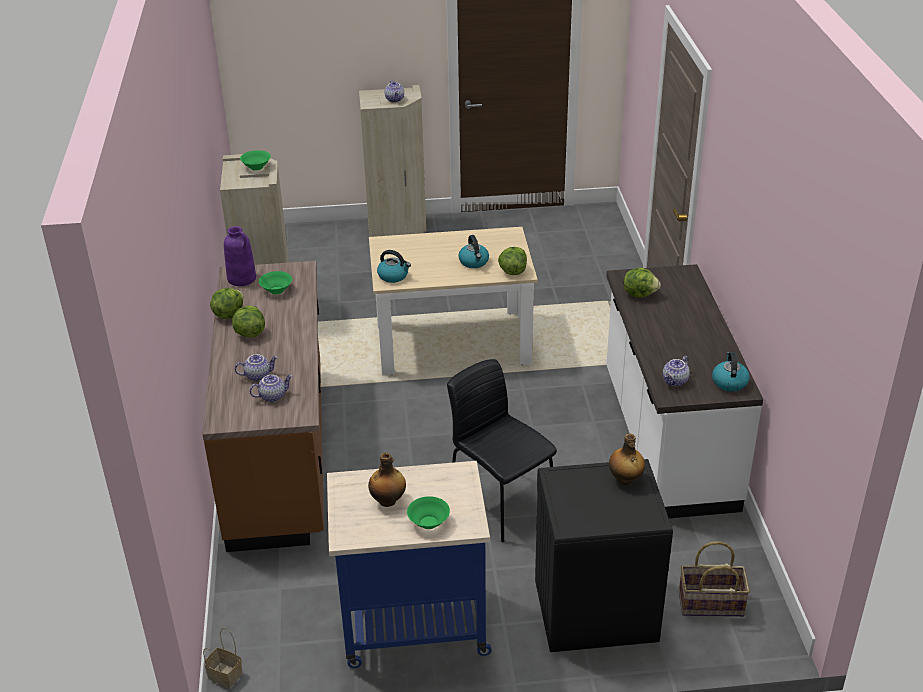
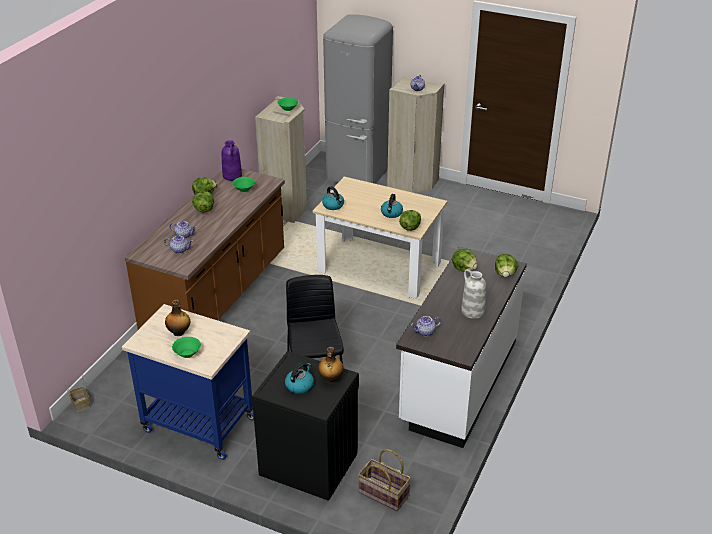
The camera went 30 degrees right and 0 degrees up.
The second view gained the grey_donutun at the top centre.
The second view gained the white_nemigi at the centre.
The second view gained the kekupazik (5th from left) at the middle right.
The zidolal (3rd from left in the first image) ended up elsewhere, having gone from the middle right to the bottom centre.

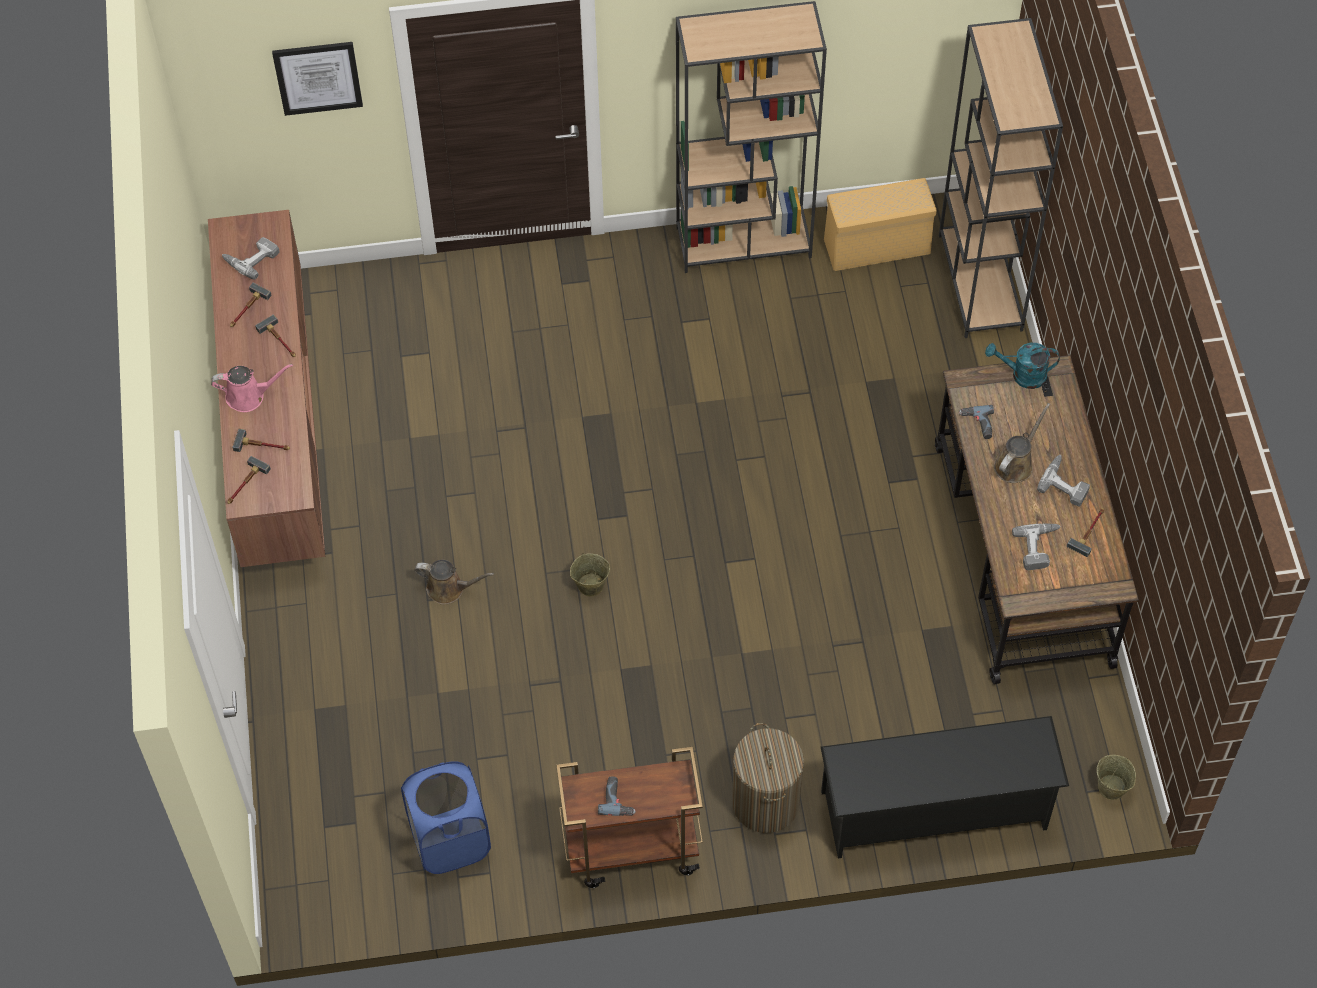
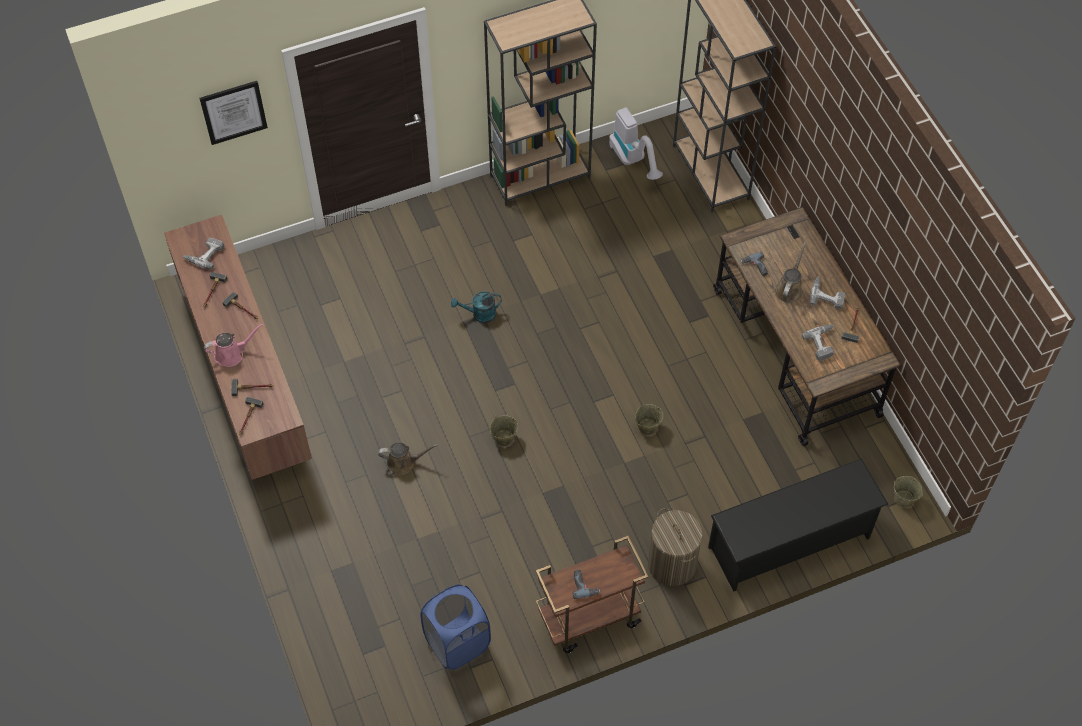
The camera went 15 degrees left and 0 degrees up.
The second view gained the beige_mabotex (2nd from left) at the centre.
The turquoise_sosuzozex ended up elsewhere, having gone from the middle right to the centre.
Where the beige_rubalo stood at the top right, the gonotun came to stand at the top centre.

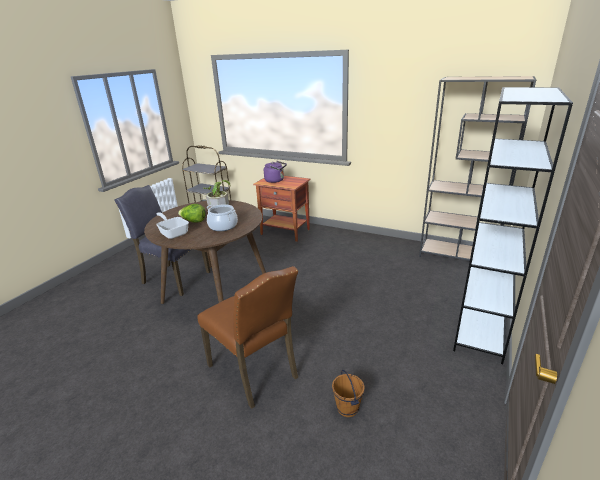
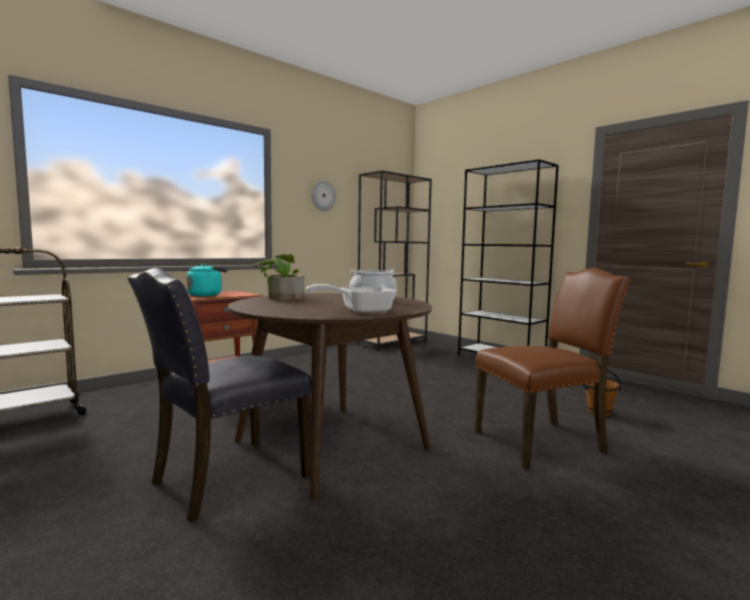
The camera went 70 degrees left and 20 degrees down.
The second view lost the kekupazik at the middle left.
The second view gained the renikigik at the top centre.
What was the purple_zidolal at the centre turned into the turquoise_zidolal at the middle left.

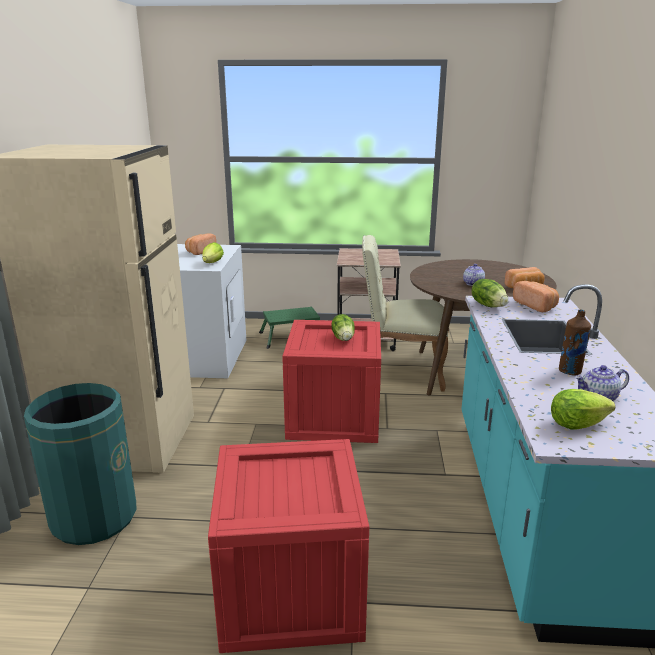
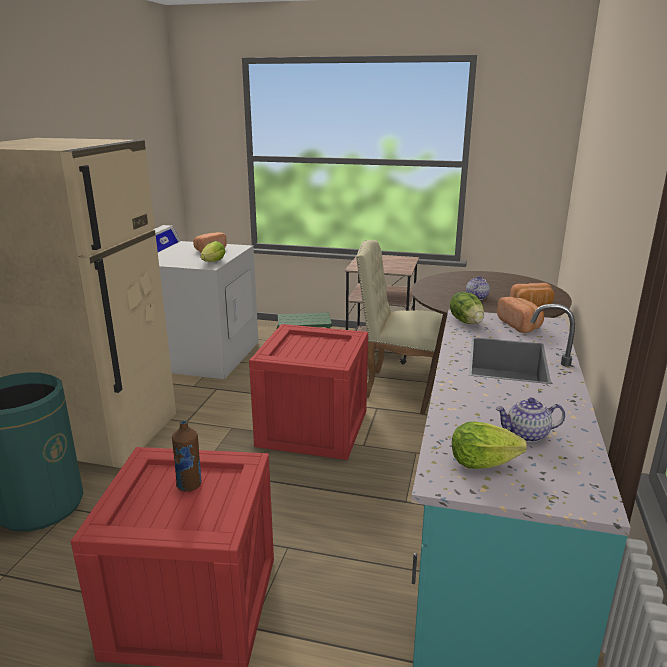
The camera went 10 degrees right and 0 degrees up.
The second view lost the kekupazik (2nd from left) at the centre.
The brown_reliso ended up elsewhere, having gone from the middle right to the bottom left.

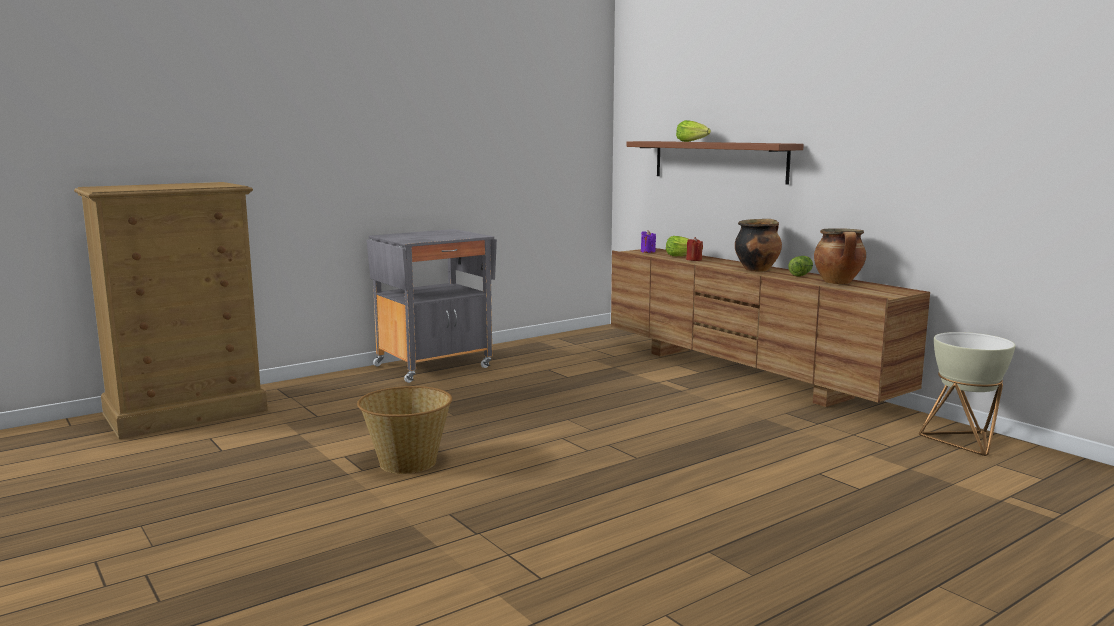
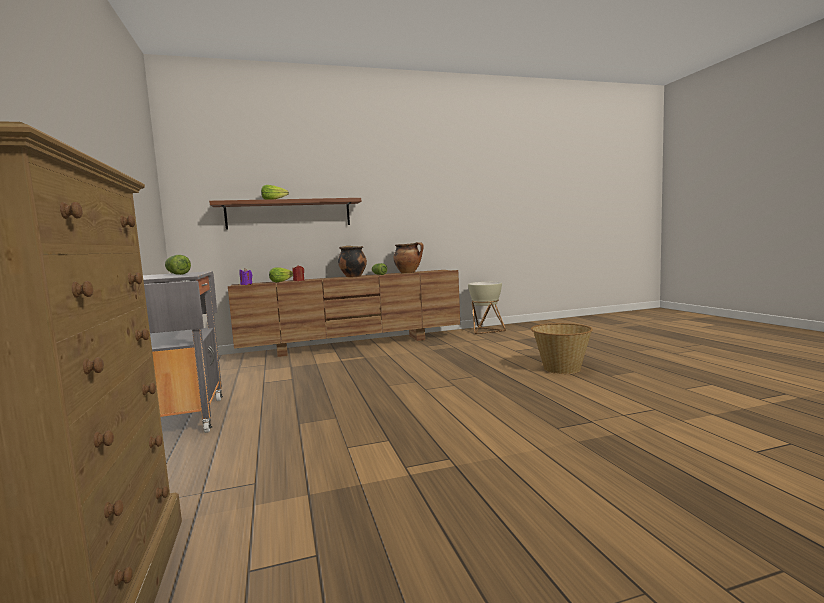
The camera went 70 degrees left and 5 degrees down.
The second view gained the kekupazik (1st from left) at the middle left.
The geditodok ended up elsewhere, having gone from the bottom centre to the middle right.

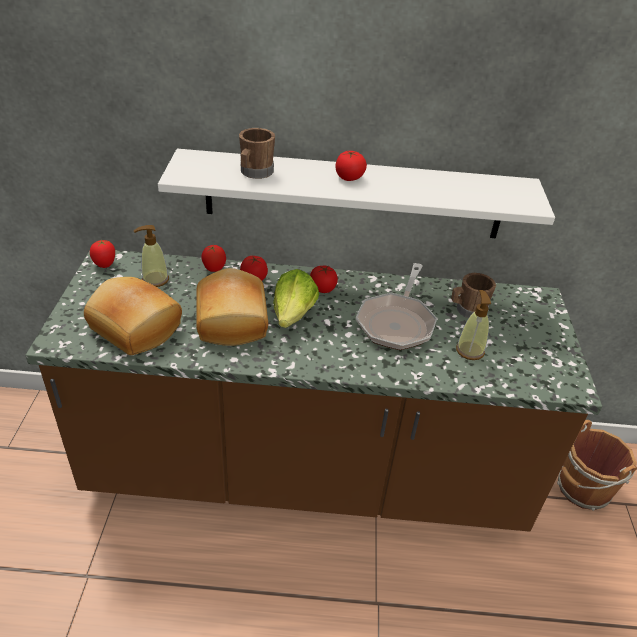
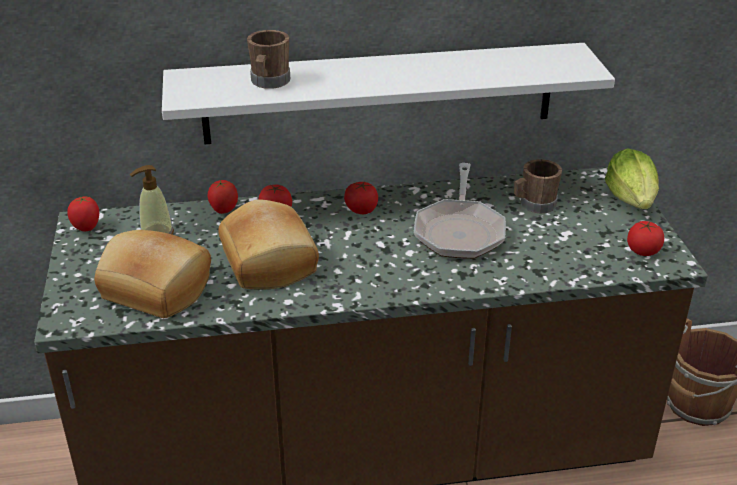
The camera went 10 degrees left and 5 degrees down.
The second view lost the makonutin (2nd from left) at the middle right.
The kekupazik ended up elsewhere, having gone from the centre to the middle right.
The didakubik (5th from left) ended up elsewhere, having gone from the top centre to the middle right.

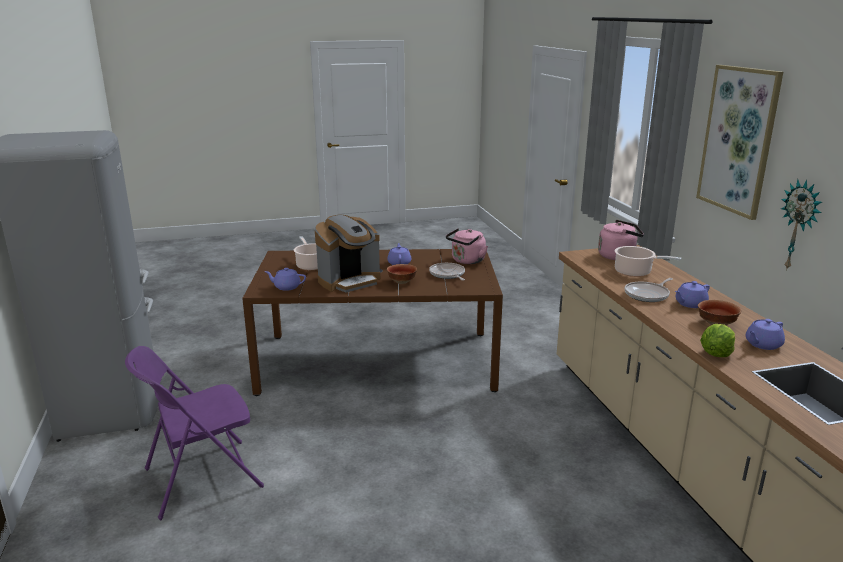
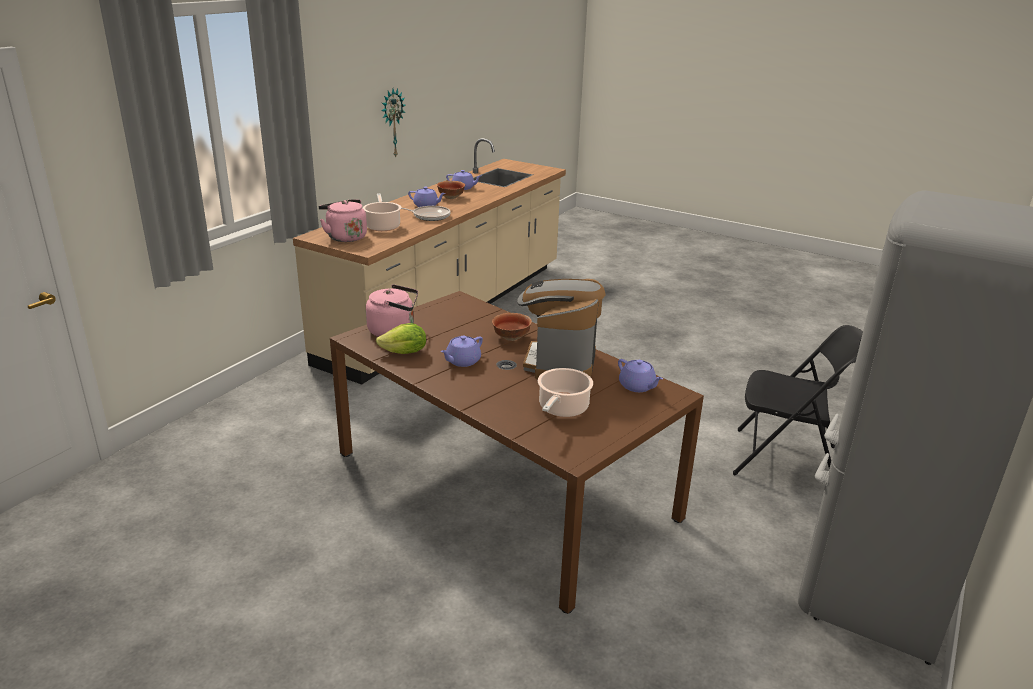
The camera went 135 degrees left and 5 degrees up.
The second view lost the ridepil (1st from left) at the centre.
The second view lost the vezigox at the top right.
The kekupazik ended up elsewhere, having gone from the middle right to the centre.
What was the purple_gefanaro at the bottom left turned into the black_gefanaro at the middle right.
The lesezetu at the centre ended up facing another way, 90 degrees counterclockwise from before.

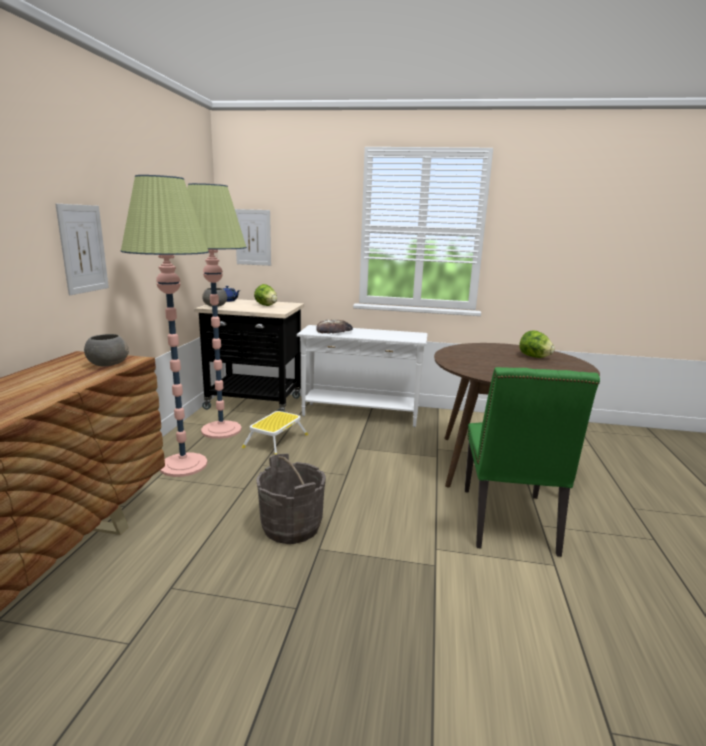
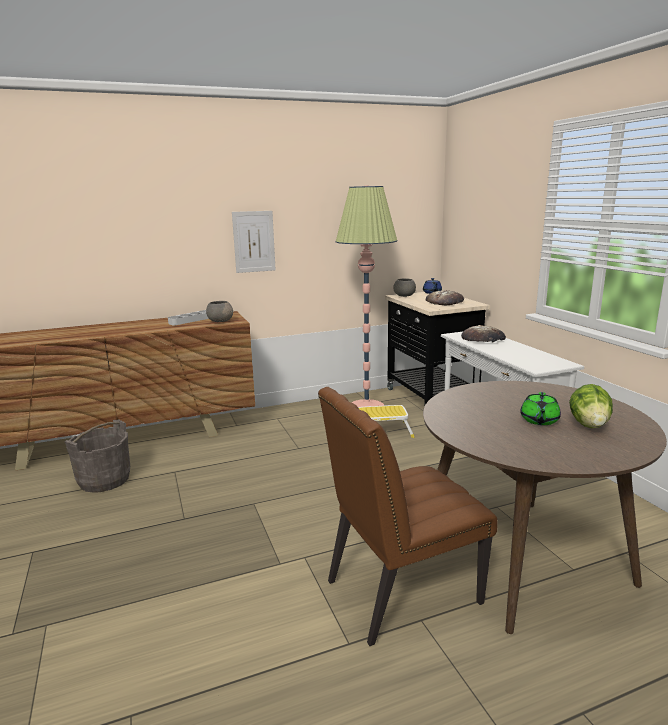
The camera went 60 degrees right and 0 degrees up.
The second view lost the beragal (1st from left) at the middle left.
The second view lost the vezigox (2nd from left) at the top centre.
The second view gained the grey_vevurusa at the middle left.
The second view gained the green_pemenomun at the middle right.
The grey_mabotex ended up elsewhere, having gone from the bottom centre to the middle left.
Where the kekupazik (1st from left) stood at the centre, the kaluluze (1st from left) came to stand at the centre.
What was the green_gefanaro at the middle right turned into the brown_gefanaro at the bottom centre.

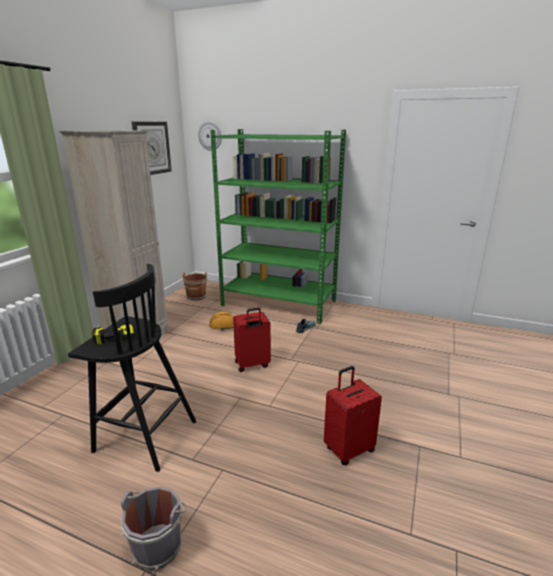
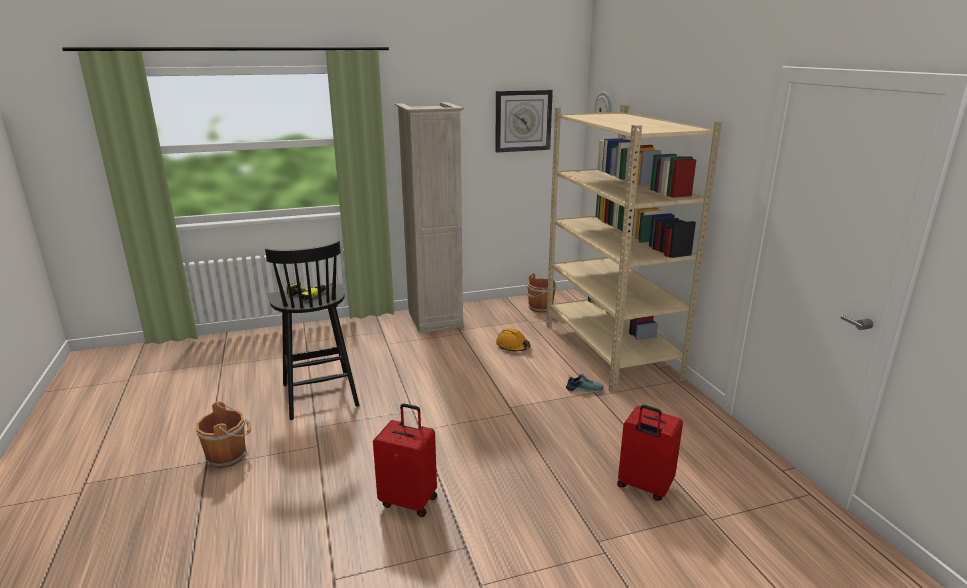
The camera went 50 degrees right and 0 degrees up.
The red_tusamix (1st from left in the first image) ended up elsewhere, having gone from the centre to the bottom right.
What was the grey_mabotex at the bottom left turned into the brown_mabotex (1st from left) at the bottom left.
What was the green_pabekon at the centre turned into the beige_pabekon at the centre.

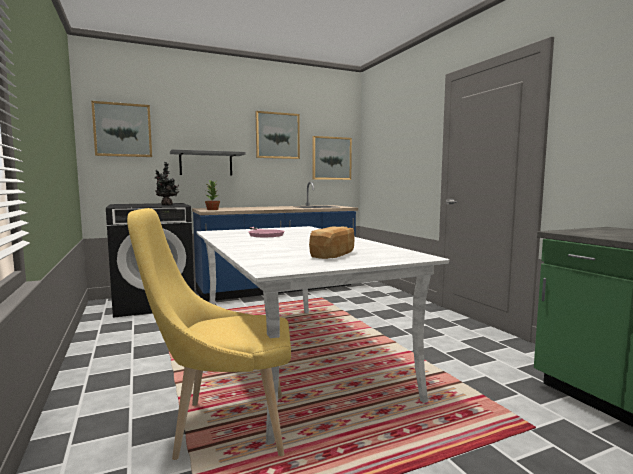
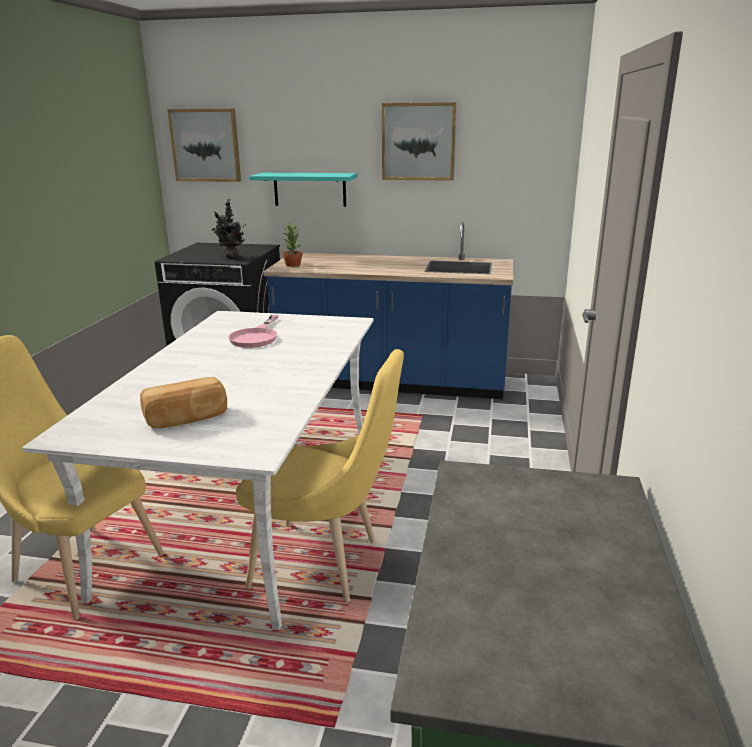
The camera went 35 degrees right and 15 degrees up.
The second view lost the vezigox (3rd from left) at the centre.
The second view gained the yellow_gefanaro (2nd from left) at the centre.
What was the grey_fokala at the middle left turned into the turquoise_fokala at the top centre.

